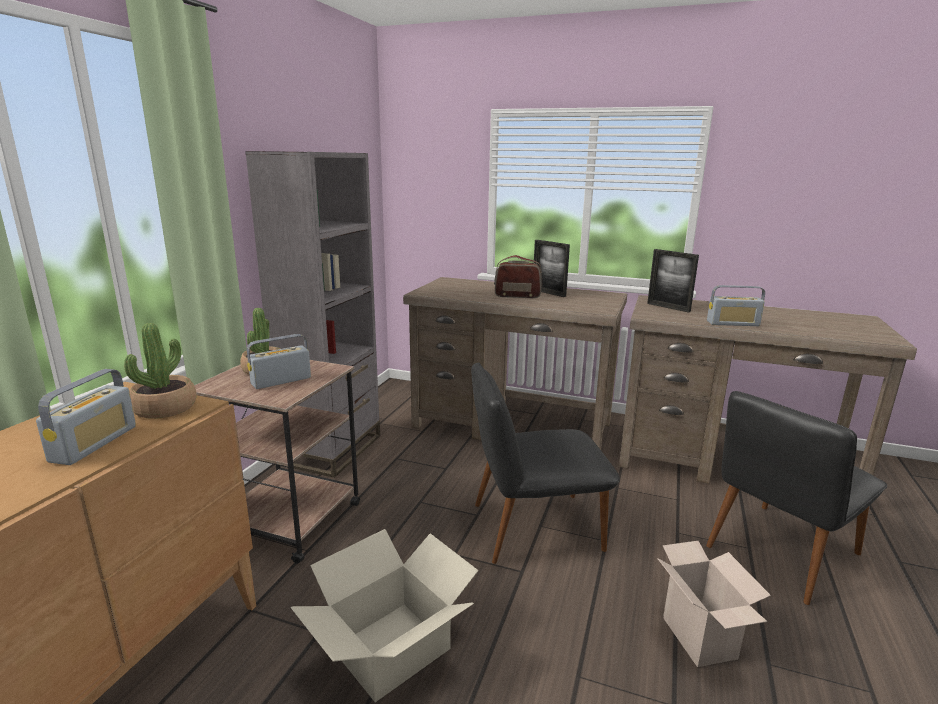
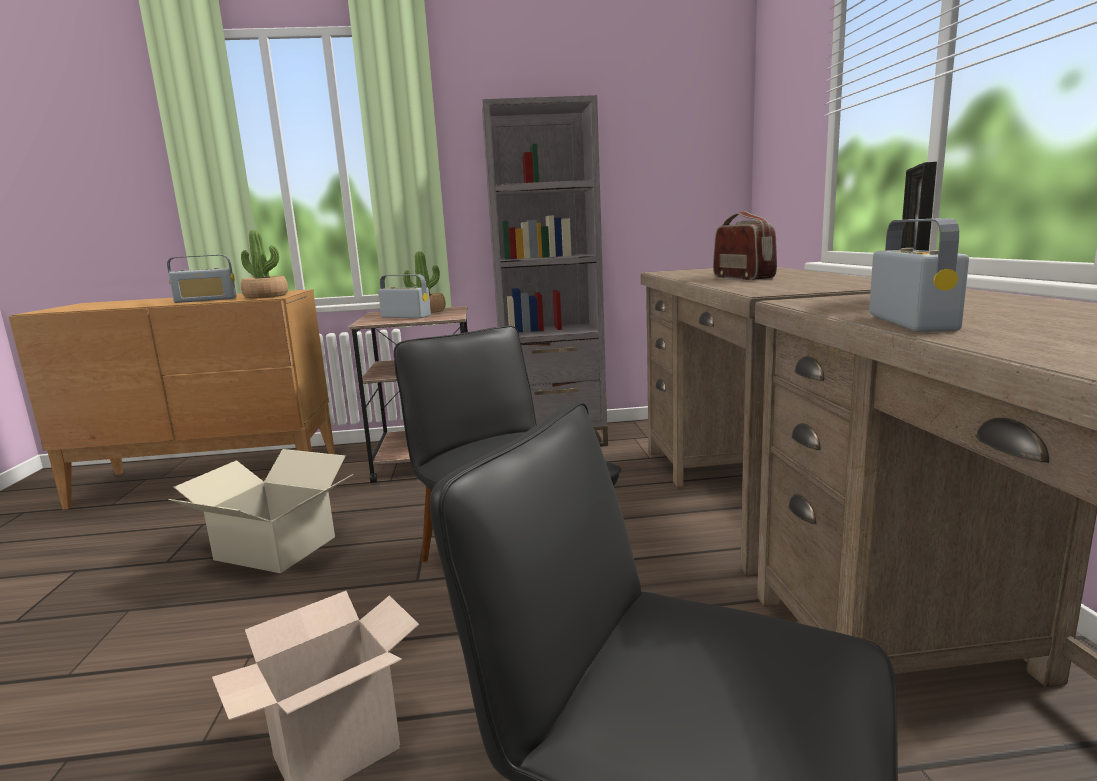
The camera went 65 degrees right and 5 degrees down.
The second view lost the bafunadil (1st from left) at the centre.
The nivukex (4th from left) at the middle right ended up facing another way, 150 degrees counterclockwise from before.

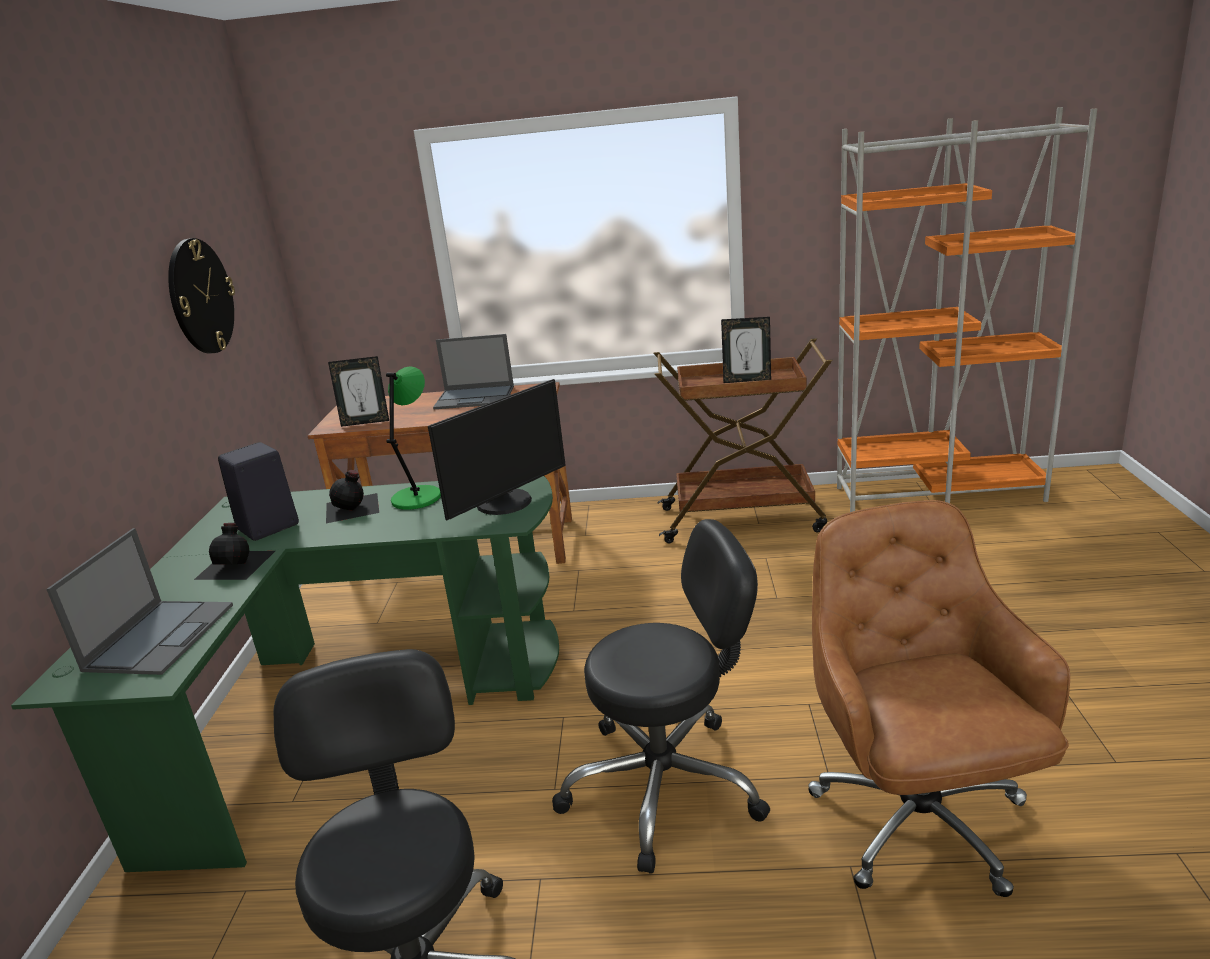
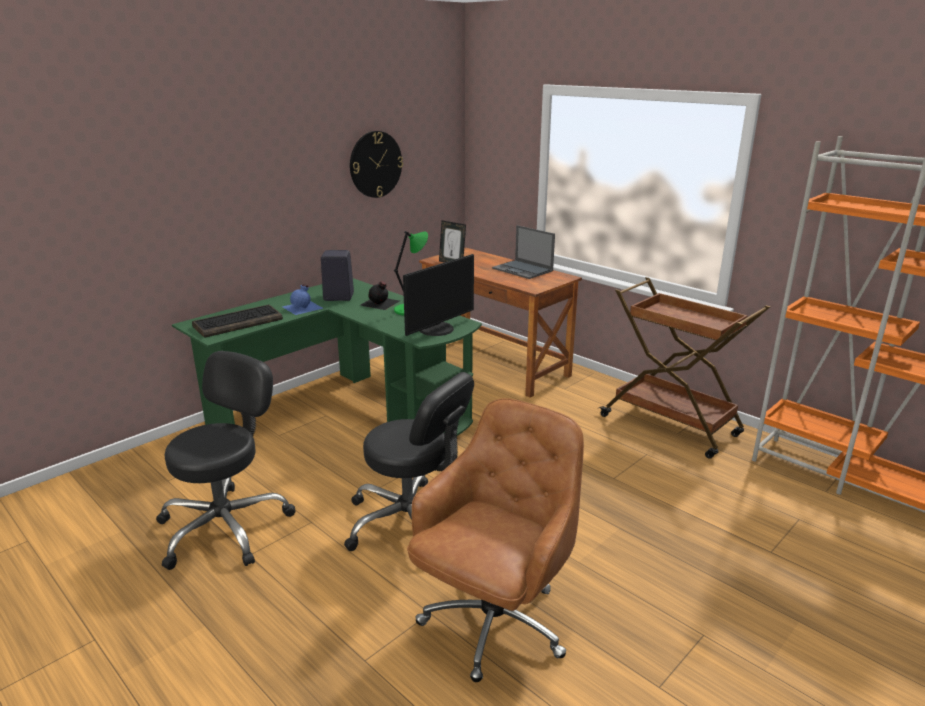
The camera went 40 degrees right and 0 degrees up.
The second view lost the bafunadil (2nd from left) at the centre.
Where the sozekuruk (1st from left) stood at the middle left, the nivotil came to stand at the middle left.
What was the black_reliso (1st from left) at the middle left turned into the blue_reliso at the middle left.
The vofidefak at the centre ended up facing another way, 45 degrees counterclockwise from before.

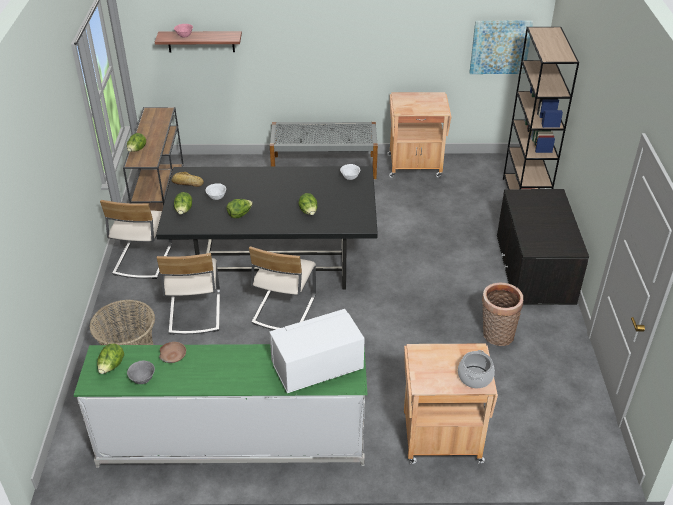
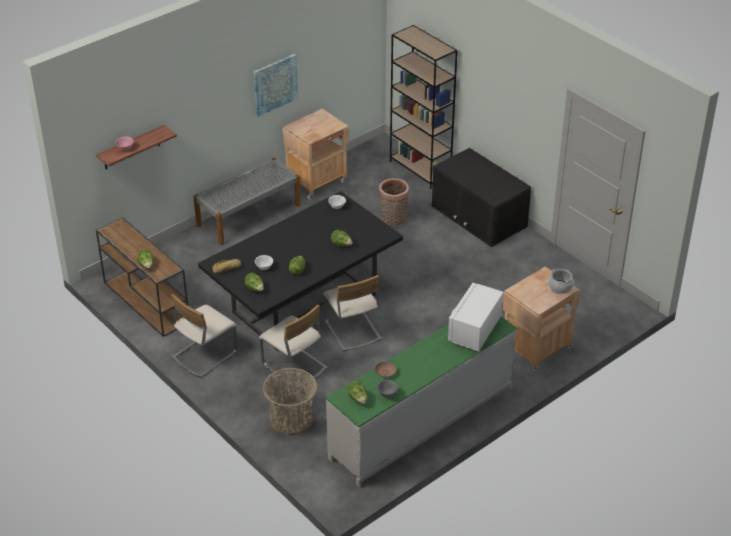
The camera went 40 degrees left and 0 degrees up.
The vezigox ended up elsewhere, having gone from the top right to the top centre.
The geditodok (2nd from left) ended up elsewhere, having gone from the middle right to the centre.
The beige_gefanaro (1st from left) at the middle left ended up facing another way, 75 degrees clockwise from before.

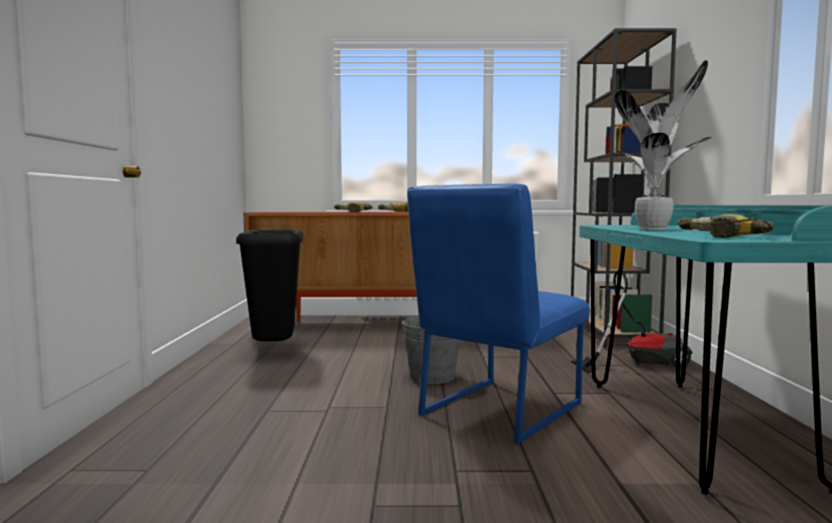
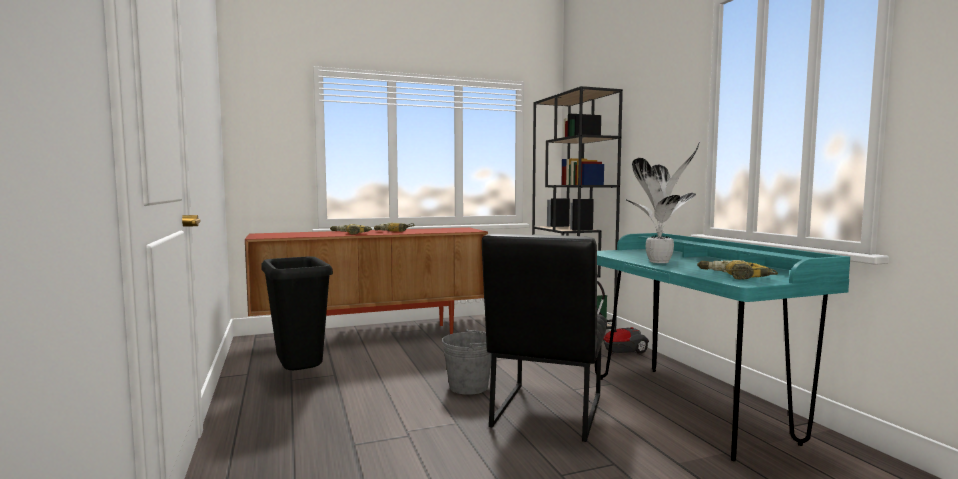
The camera went 20 degrees left and 0 degrees up.
What was the blue_gefanaro at the centre turned into the black_gefanaro at the bottom centre.

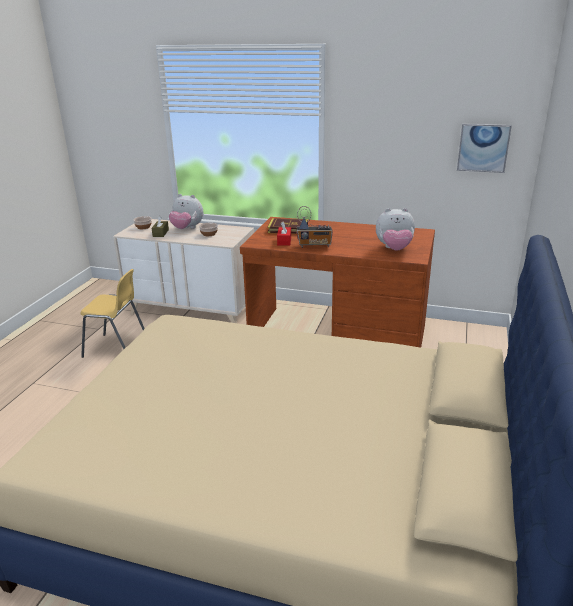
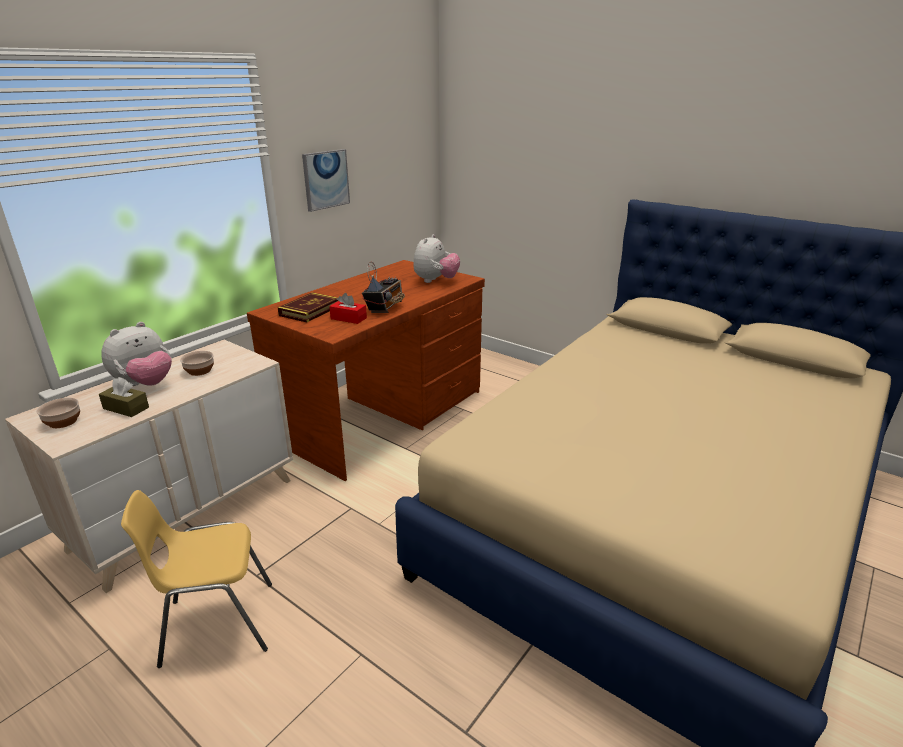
The camera went 70 degrees left and 0 degrees up.
The vezigox ended up elsewhere, having gone from the top right to the top centre.
The yellow_gefanaro at the middle left ended up facing another way, 135 degrees counterclockwise from before.

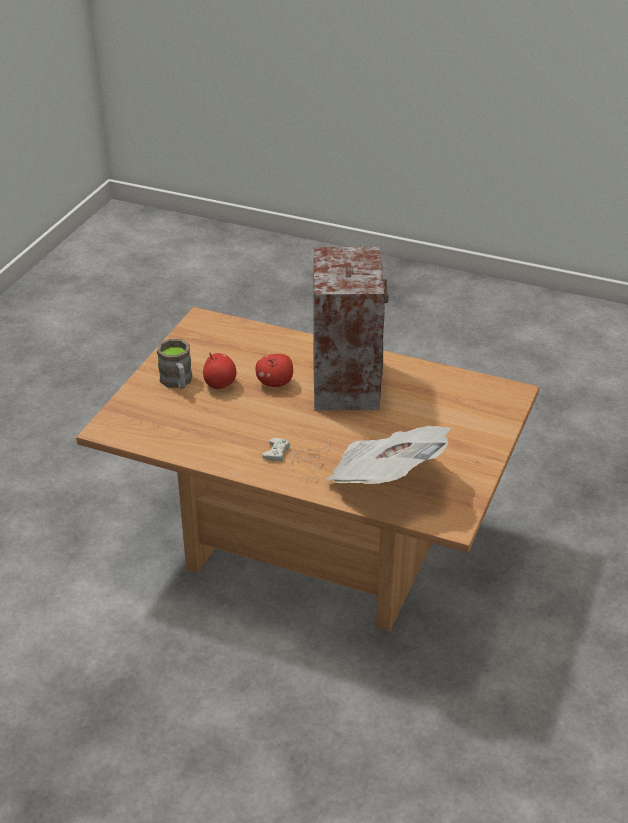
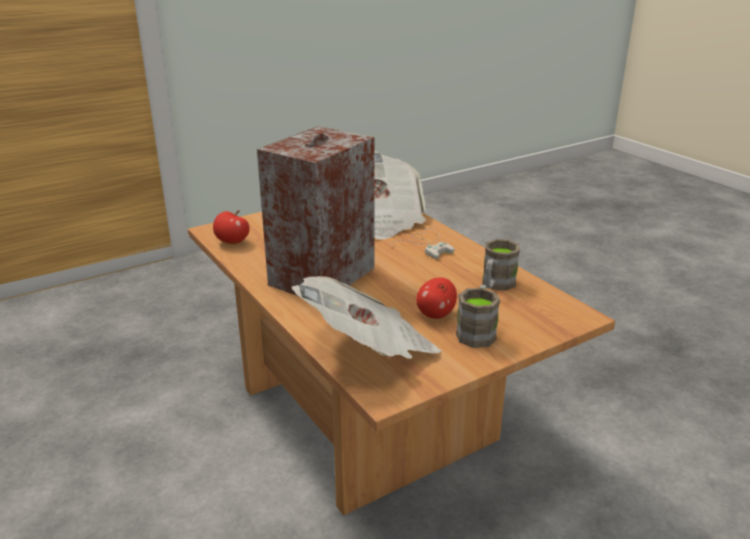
The camera went 145 degrees left and 10 degrees down.
The second view gained the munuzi (1st from left) at the centre.
The second view gained the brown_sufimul (2nd from left) at the middle right.
The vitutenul (2nd from left in the first image) ended up elsewhere, having gone from the centre to the middle left.

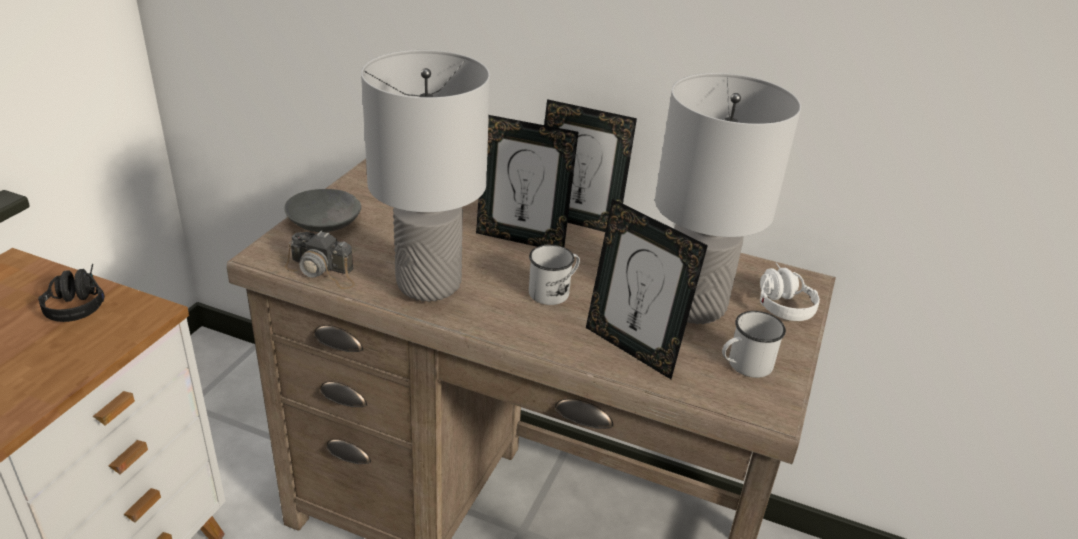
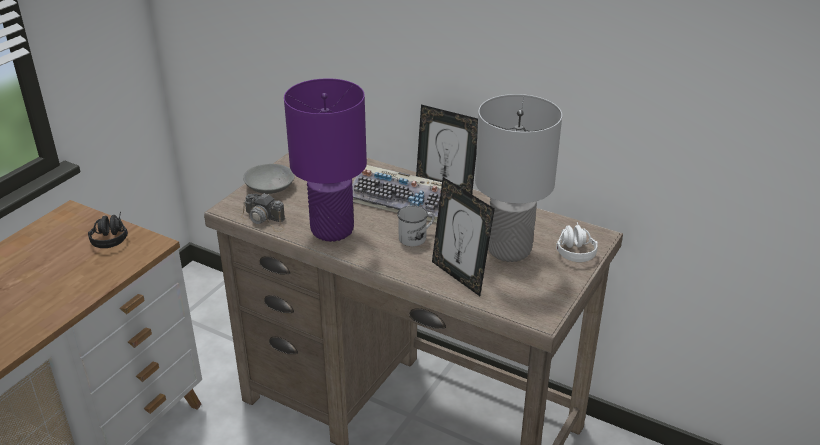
The camera went 10 degrees right and 0 degrees up.
The second view lost the white_sufimul (2nd from left) at the middle right.
Where the bafunadil (1st from left) stood at the centre, the nivotil came to stand at the centre.
What was the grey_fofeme (1st from left) at the top centre turned into the purple_fofeme at the centre.

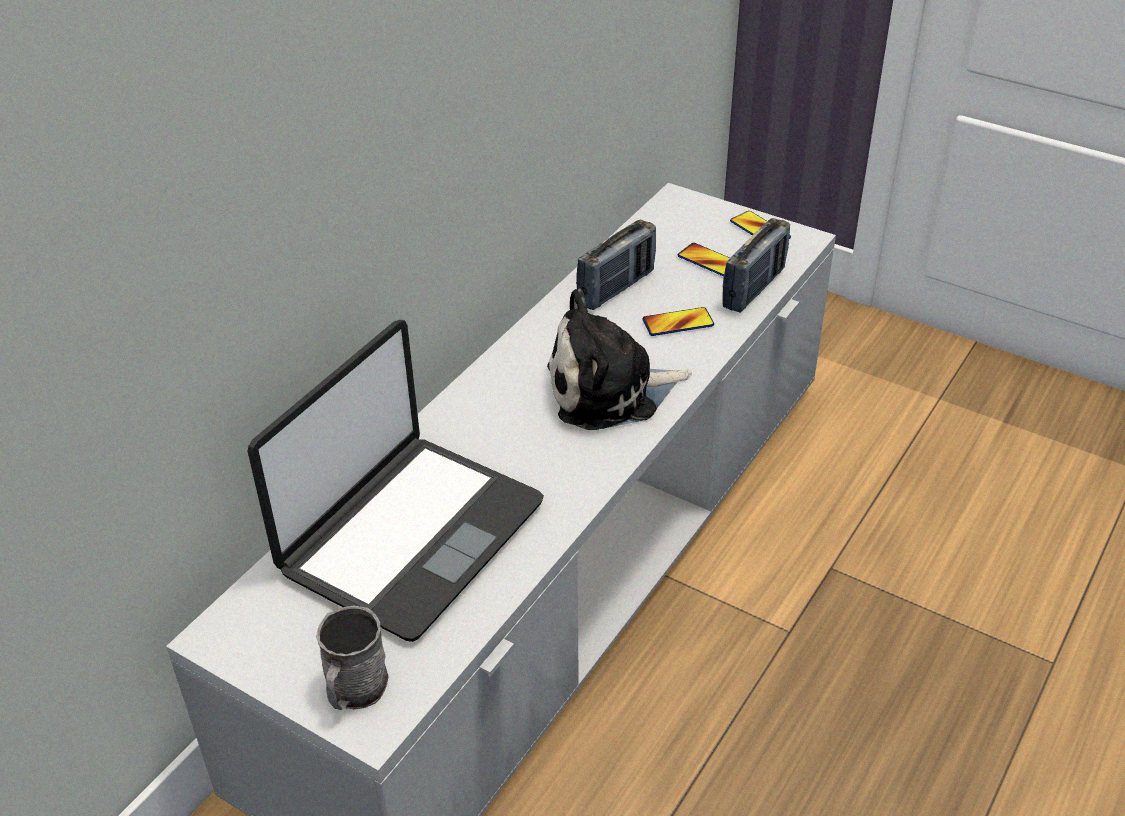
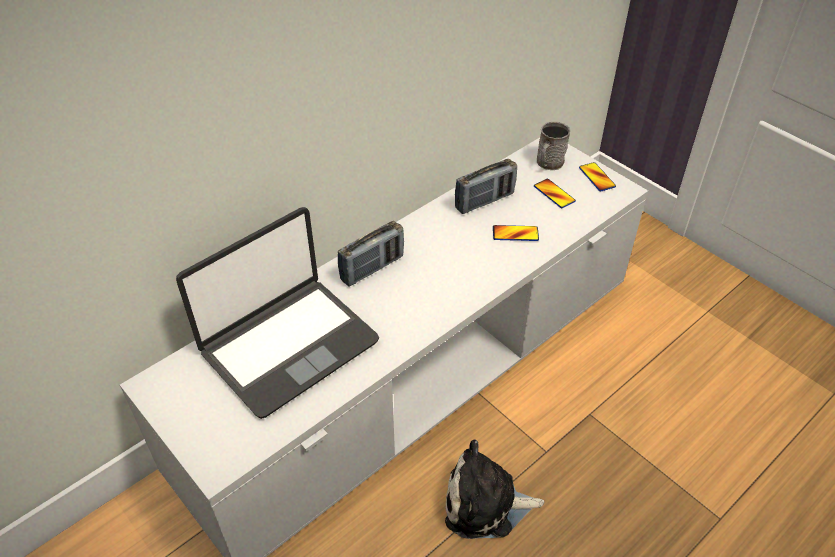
The camera went 15 degrees right and 5 degrees up.
The grey_sufimul ended up elsewhere, having gone from the bottom left to the top centre.
The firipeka ended up elsewhere, having gone from the centre to the bottom centre.
The nivukex (2nd from left in the first image) ended up elsewhere, having gone from the top right to the centre.

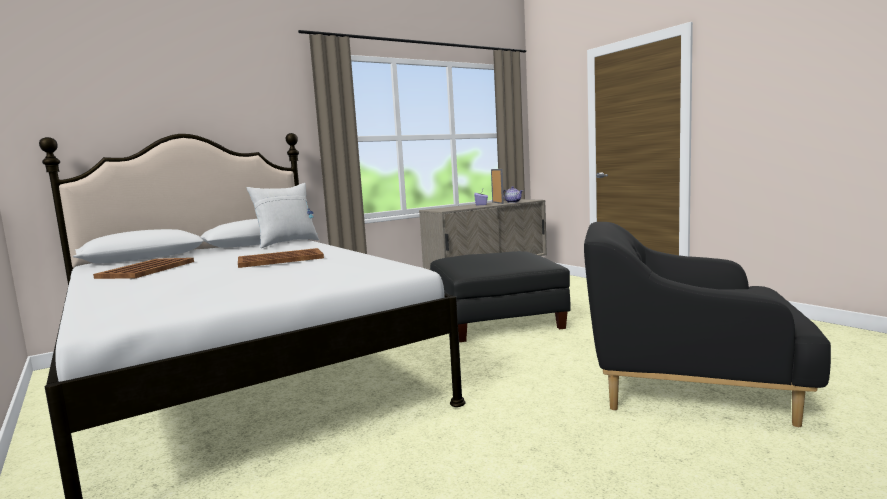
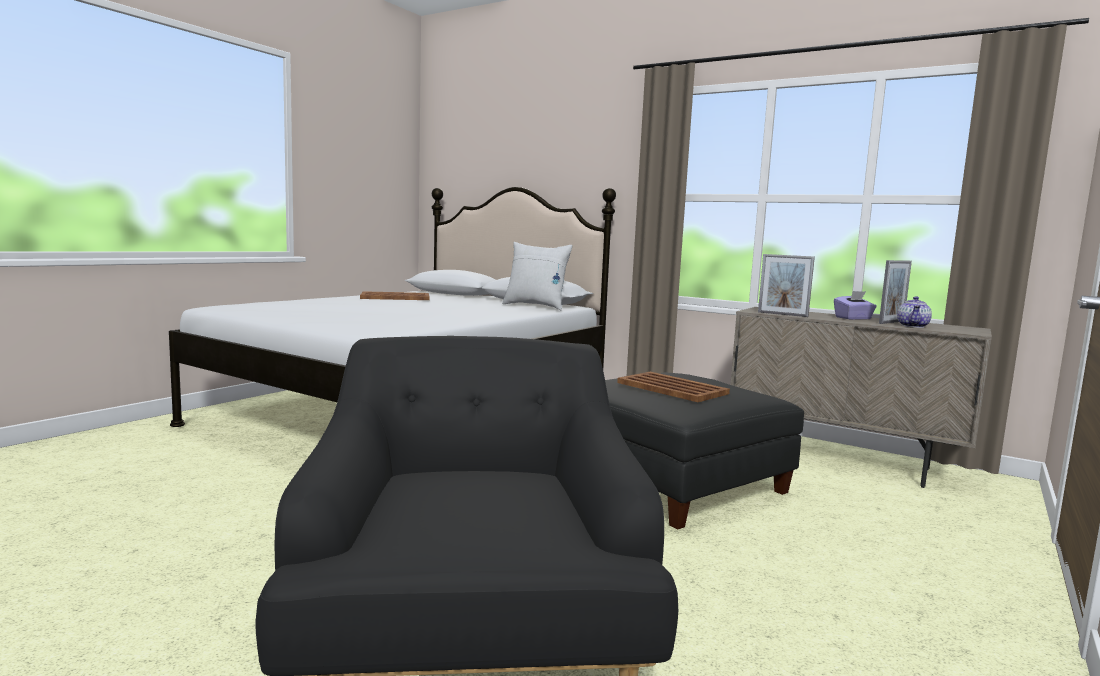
The camera went 65 degrees right and 0 degrees up.
The second view gained the bafunadil (1st from left) at the middle right.
The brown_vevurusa (2nd from left) ended up elsewhere, having gone from the middle left to the centre.

